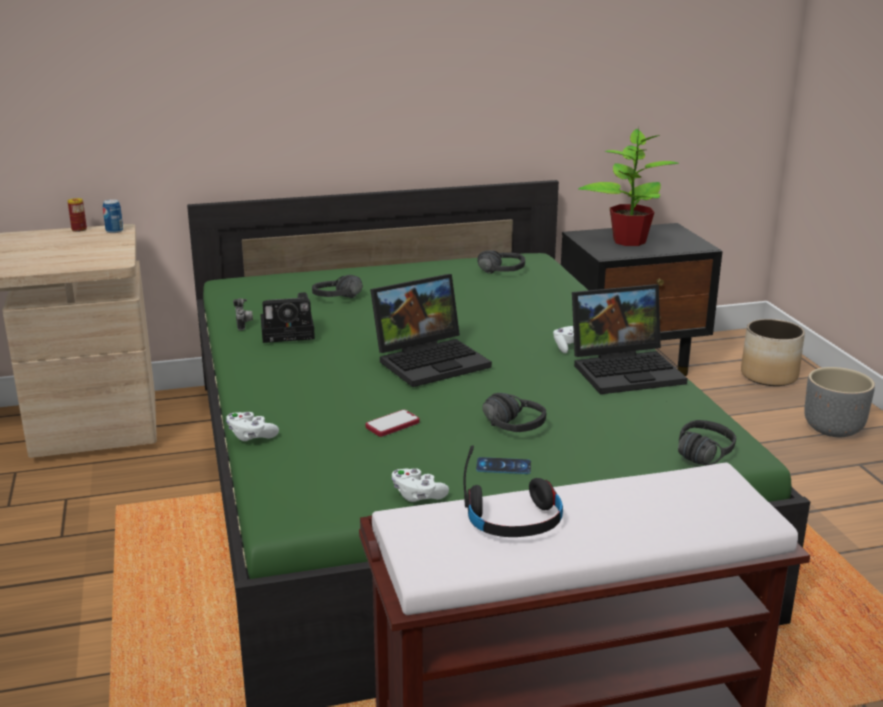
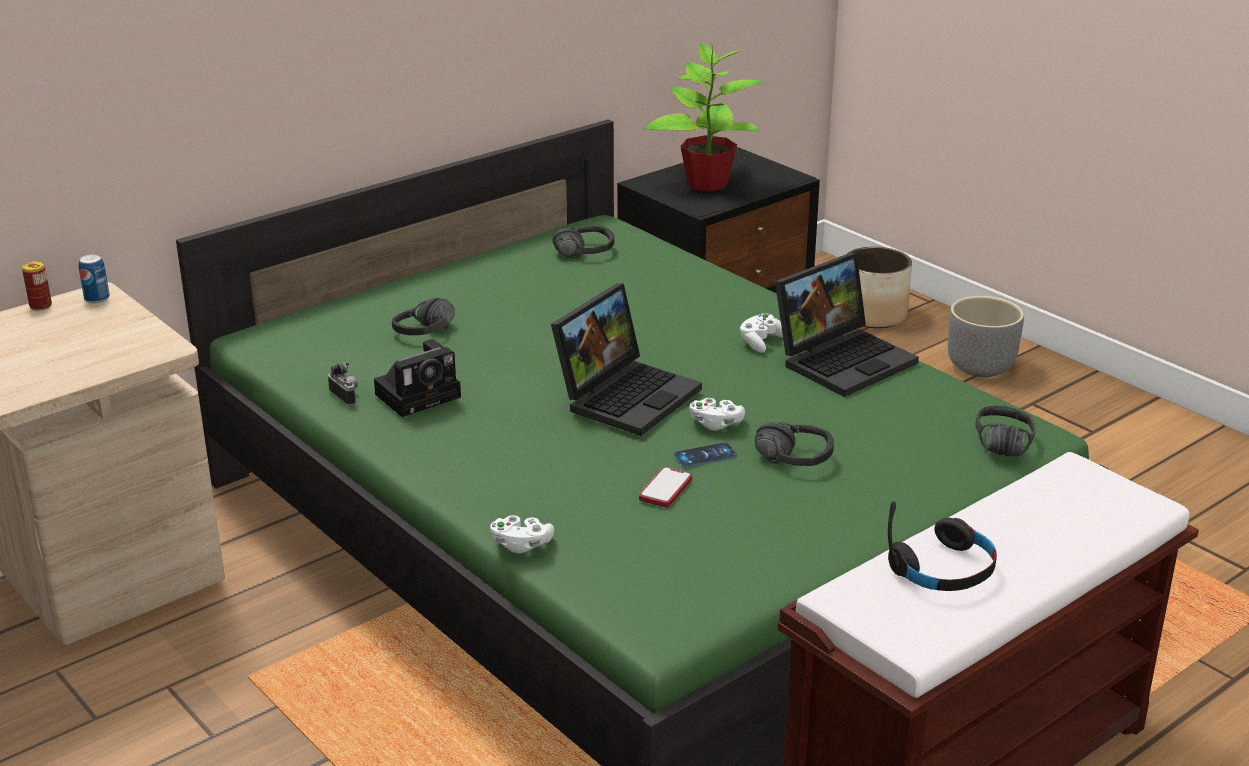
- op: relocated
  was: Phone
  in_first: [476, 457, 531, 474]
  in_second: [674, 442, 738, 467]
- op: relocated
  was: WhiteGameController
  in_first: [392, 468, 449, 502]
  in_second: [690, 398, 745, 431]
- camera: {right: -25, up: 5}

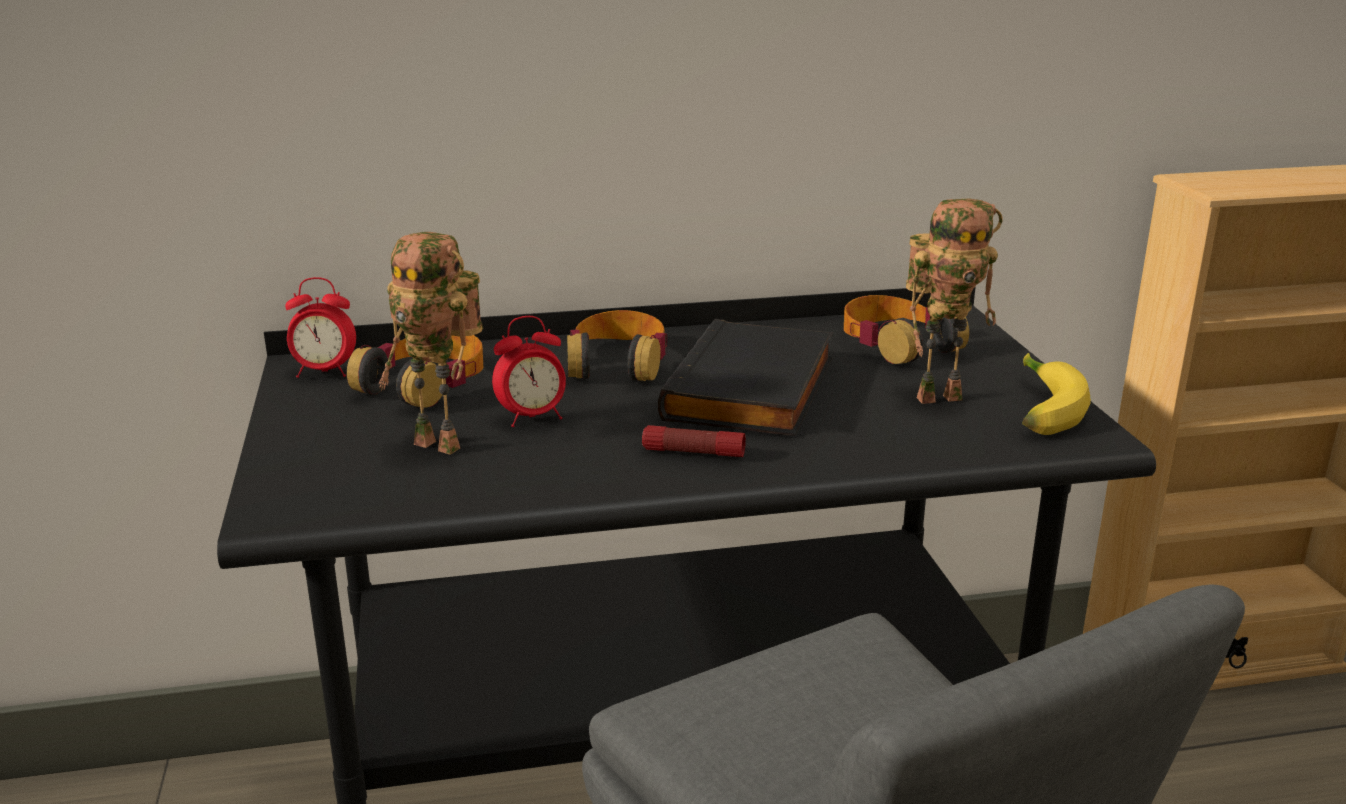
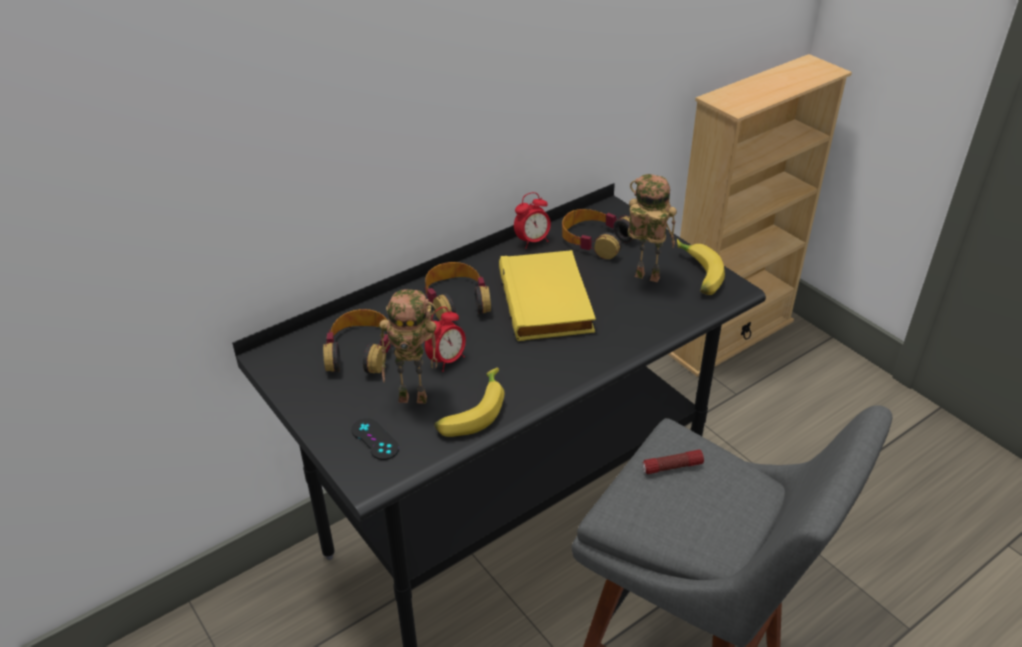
- op: spun
  was: ToyRobot
  in_first: [906, 199, 1003, 404]
  in_second: [628, 174, 677, 282]
  clockwise: -120
- op: relocated
  was: AlarmClock
  in_first: [285, 277, 356, 378]
  in_second: [514, 192, 551, 249]
- op: colour
  was: BlackBook
  now: YellowBook
  in_first: [658, 319, 834, 436]
  in_second: [499, 250, 596, 341]
- op: relocated
  was: Flashlight
  in_first: [642, 425, 746, 457]
  in_second: [642, 449, 704, 474]
- op: appeared
  now: Banana
  in_second: [434, 368, 504, 437]
- op: appeared
  now: BlackGameController
  in_second: [351, 418, 399, 460]
- camera: {right: -25, up: 15}

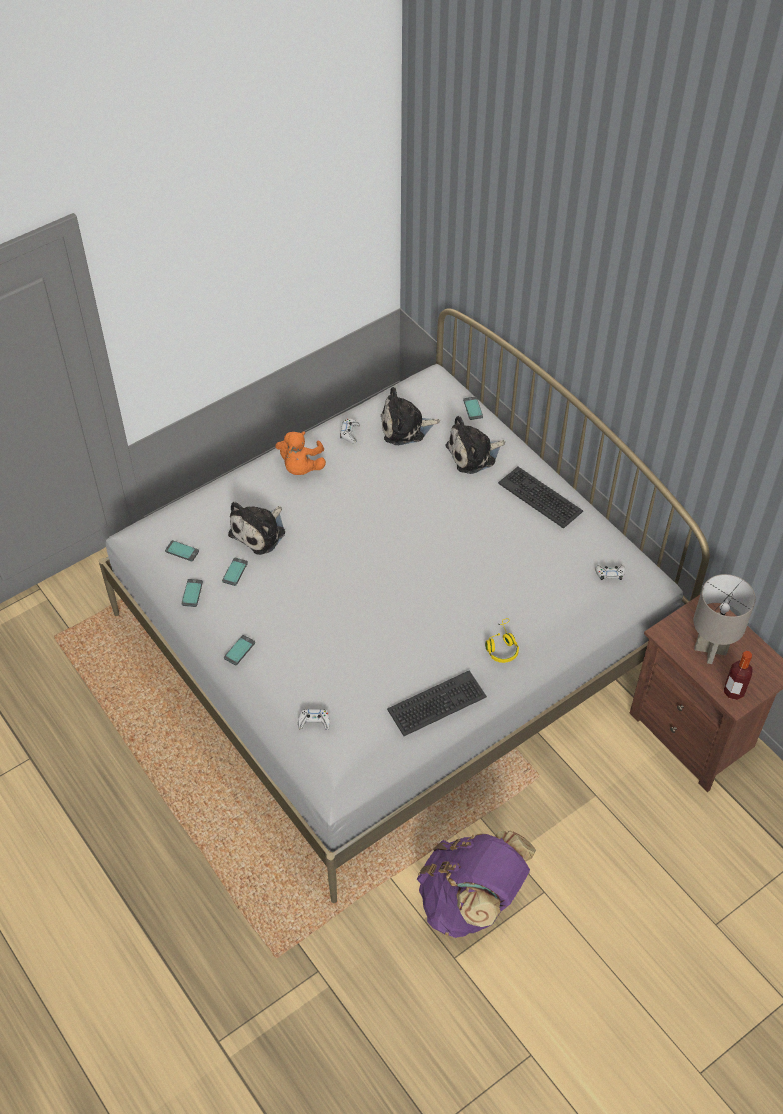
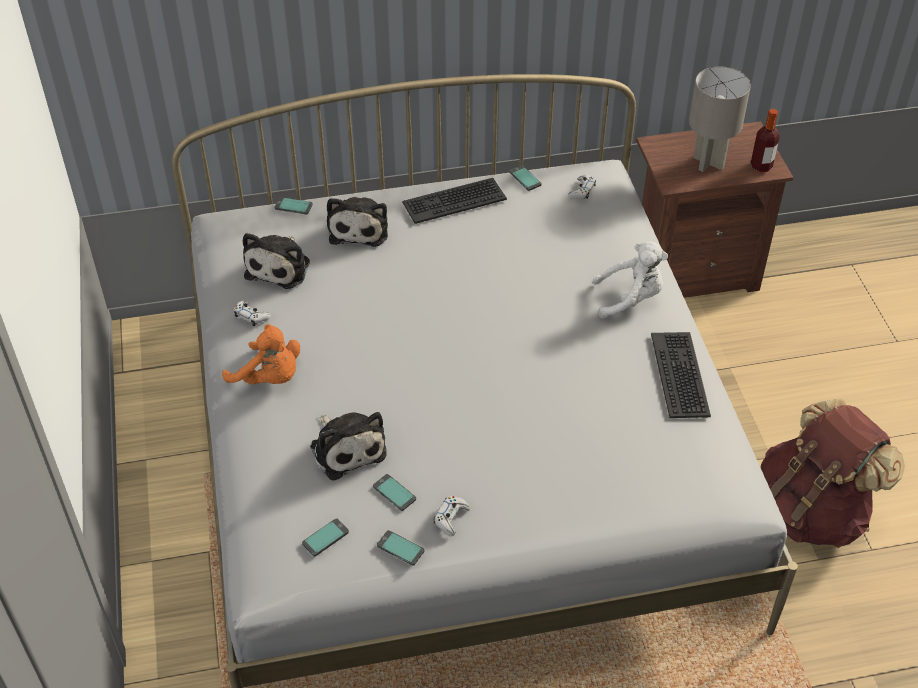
- op: exchanged
  was: YellowHeadphones
  now: WhitePlushToy
  in_first: [485, 618, 519, 663]
  in_second: [592, 241, 668, 319]
- op: relocated
  was: Phone
  in_first: [224, 635, 255, 665]
  in_second: [510, 165, 542, 191]
- op: relocated
  was: WhiteGameController
  in_first: [298, 709, 330, 730]
  in_second: [433, 496, 470, 536]
- op: colour
  was: PurpleBackpack
  now: BrownBackpack
  in_first: [417, 831, 536, 938]
  in_second: [761, 398, 905, 548]
- camera: {right: -65, up: -5}

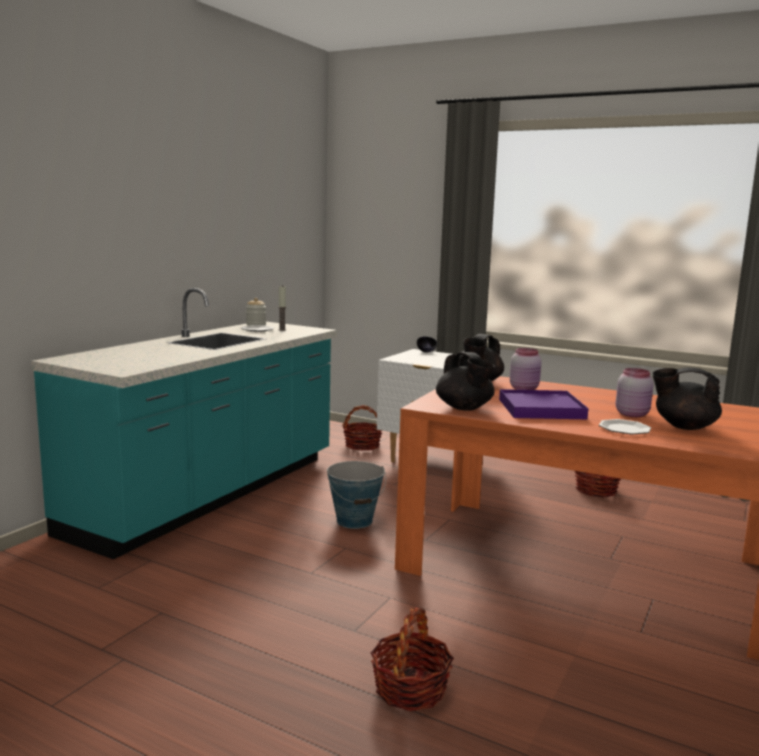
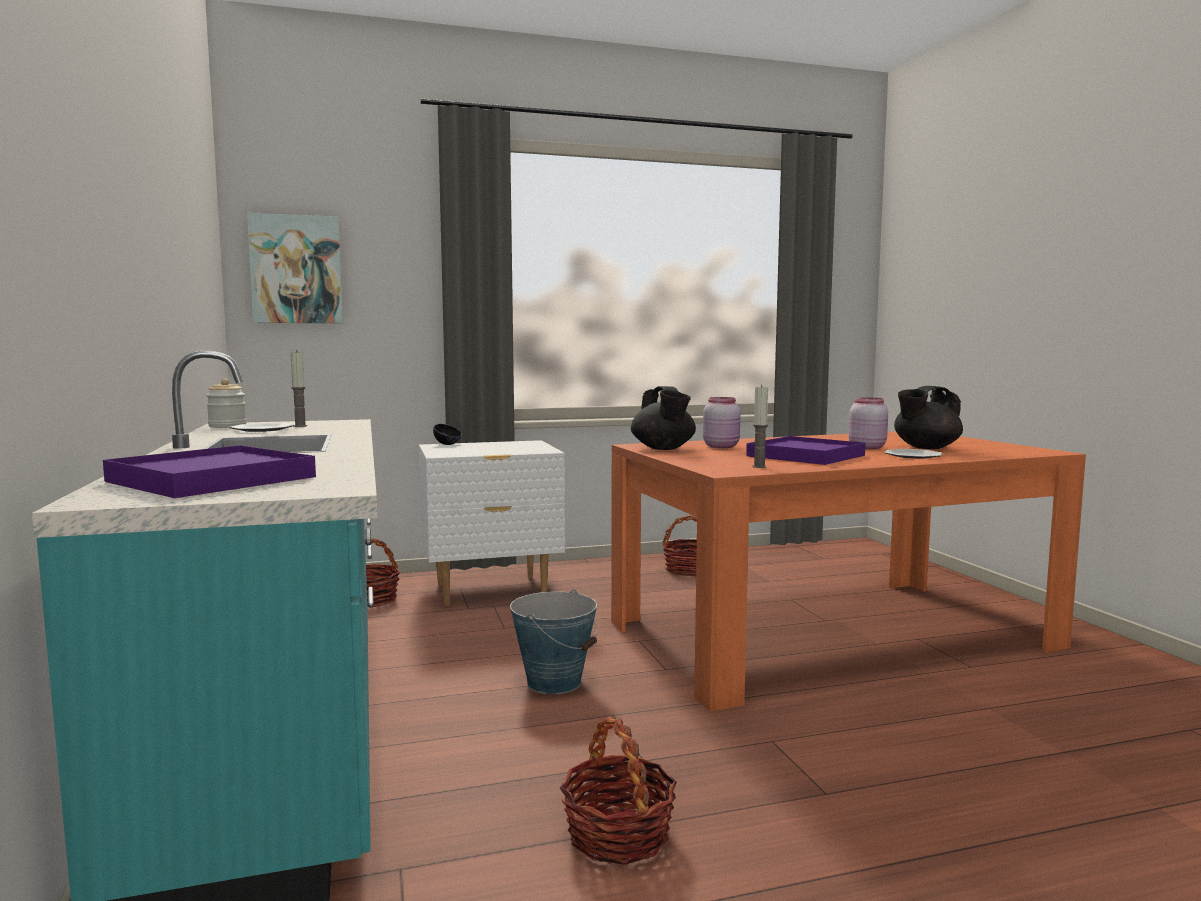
- op: exchanged
  was: BlackTeapot
  now: Candle
  in_first: [436, 352, 495, 411]
  in_second: [752, 385, 768, 468]
- op: relocated
  was: Basket
  in_first: [371, 607, 454, 711]
  in_second: [560, 716, 677, 865]
- op: appeared
  now: Picture
  in_second: [247, 213, 343, 323]
- op: appeared
  now: PurpleTray
  in_second: [103, 445, 316, 498]
- camera: {right: -45, up: -5}

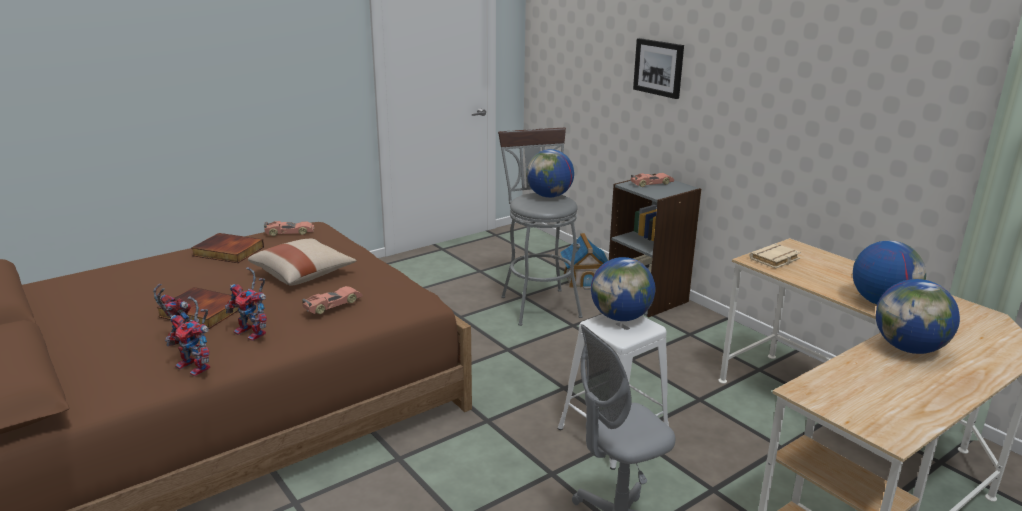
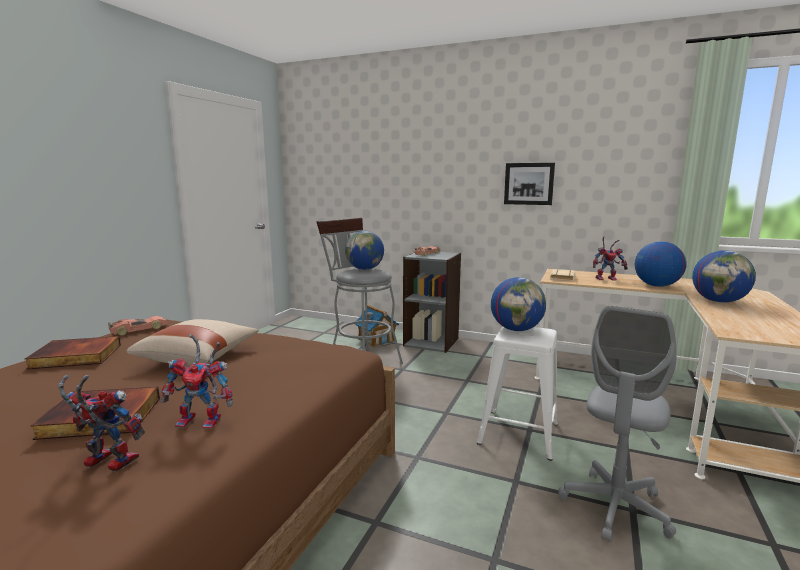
- op: relocated
  was: Picture
  in_first: [633, 38, 684, 99]
  in_second: [504, 163, 555, 205]
- op: missing
  was: ToyCar
  in_first: [302, 286, 363, 314]
- op: relocated
  was: ToyRobot
  in_first: [165, 296, 210, 376]
  in_second: [593, 237, 628, 281]
- camera: {right: -30, up: -10}

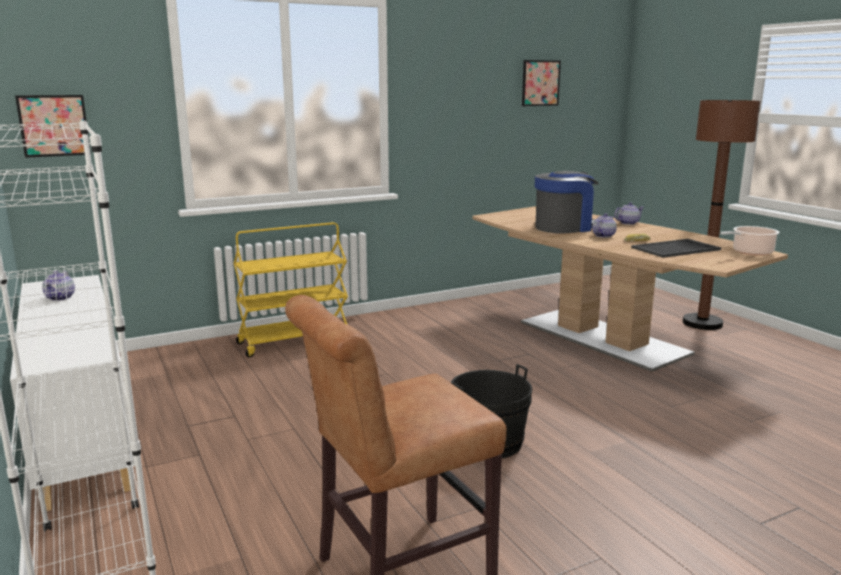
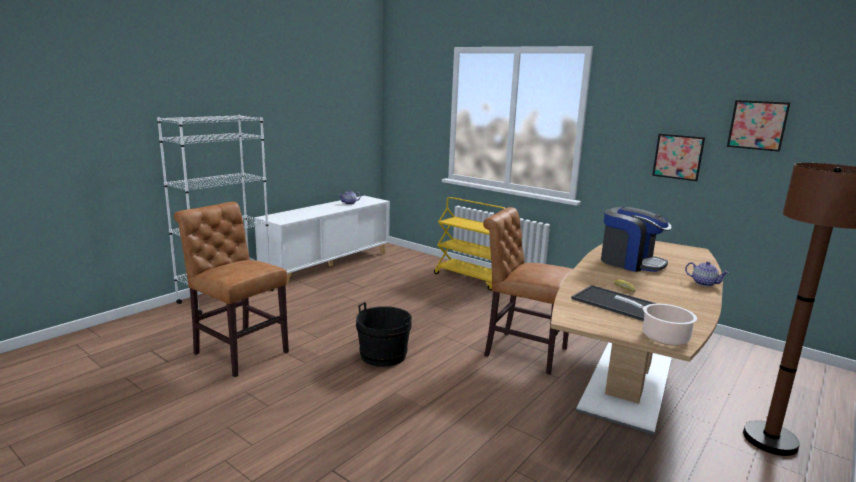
- op: relocated
  was: Picture
  in_first: [15, 95, 91, 158]
  in_second: [652, 133, 705, 181]
- op: missing
  was: Teapot
  in_first: [592, 213, 617, 238]
- op: appeared
  now: BrownChair
  in_second: [483, 207, 573, 375]
- camera: {right: 65, up: 0}

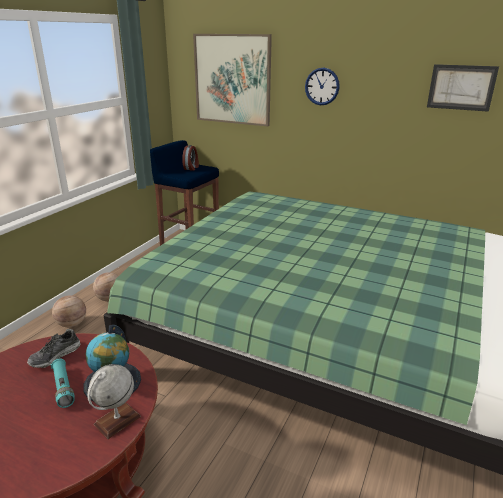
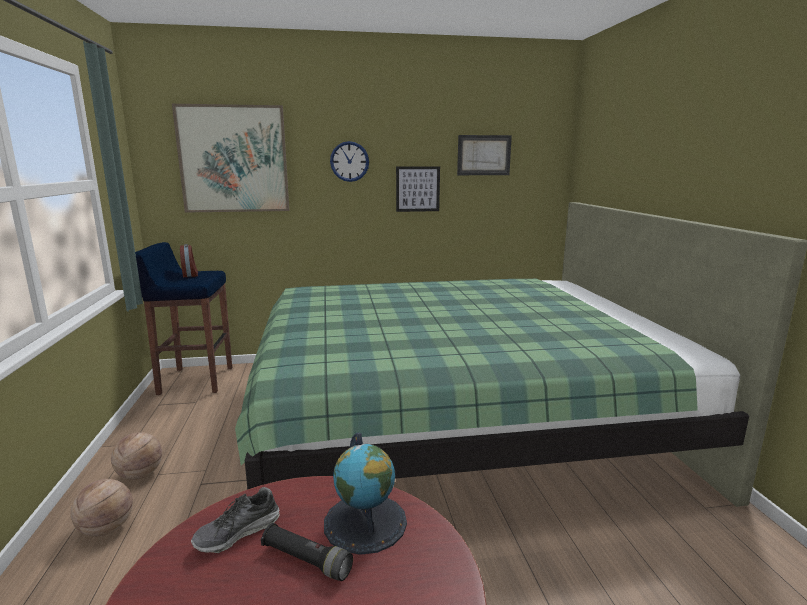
- op: spun
  was: Shoe
  in_first: [27, 329, 80, 368]
  in_second: [191, 487, 279, 553]
  clockwise: 45
- op: colour
  was: TurquoiseFlashlight
  now: BlackFlashlight
  in_first: [50, 359, 75, 408]
  in_second: [261, 523, 353, 581]
- op: missing
  was: Globe
  in_first: [87, 364, 141, 439]
- op: appeared
  now: Picture
  in_second: [396, 166, 440, 212]
- camera: {right: -35, up: -10}

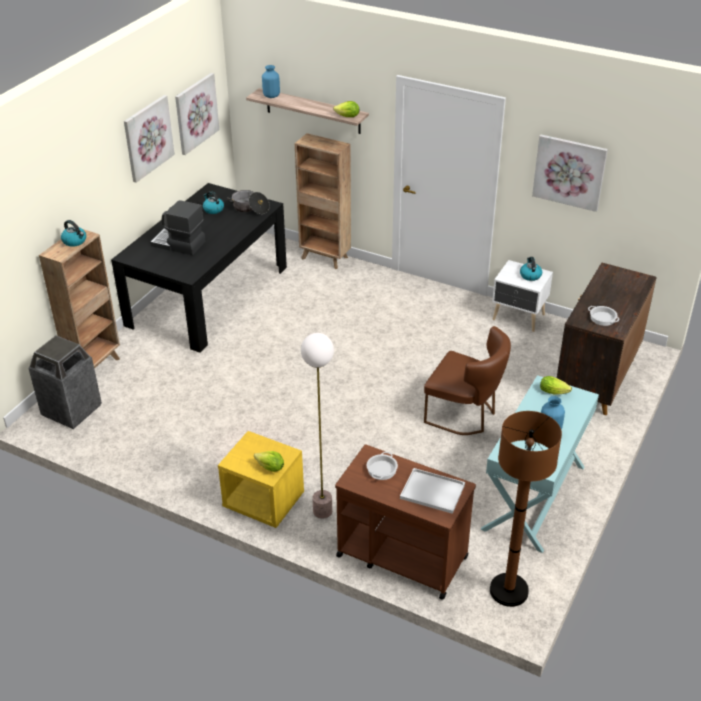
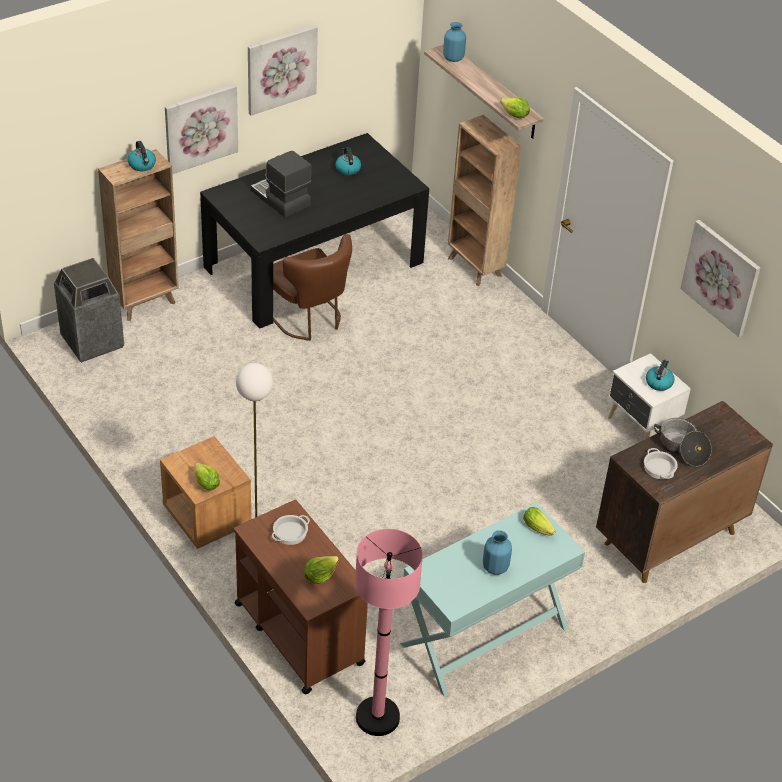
- op: relocated
  was: Picture
  in_first: [175, 73, 219, 155]
  in_second: [165, 84, 238, 174]
- op: relocated
  was: CookingPot
  in_first: [227, 190, 270, 214]
  in_second: [654, 418, 712, 466]
- op: relocated
  was: BrownChair
  in_first: [424, 326, 511, 435]
  in_second: [273, 234, 352, 341]
- op: colour
  was: BrownFloorLamp
  now: PinkFloorLamp
  in_first: [490, 411, 562, 607]
  in_second: [355, 529, 423, 736]
- op: colour
  was: YellowNightstand
  now: BrownNightstand
  in_first: [218, 431, 304, 528]
  in_second: [160, 436, 251, 549]
- op: exchanged
  was: WhiteTray
  now: Lettuce
  in_first: [400, 468, 465, 514]
  in_second: [304, 556, 339, 584]
- camera: {right: 25, up: 5}

